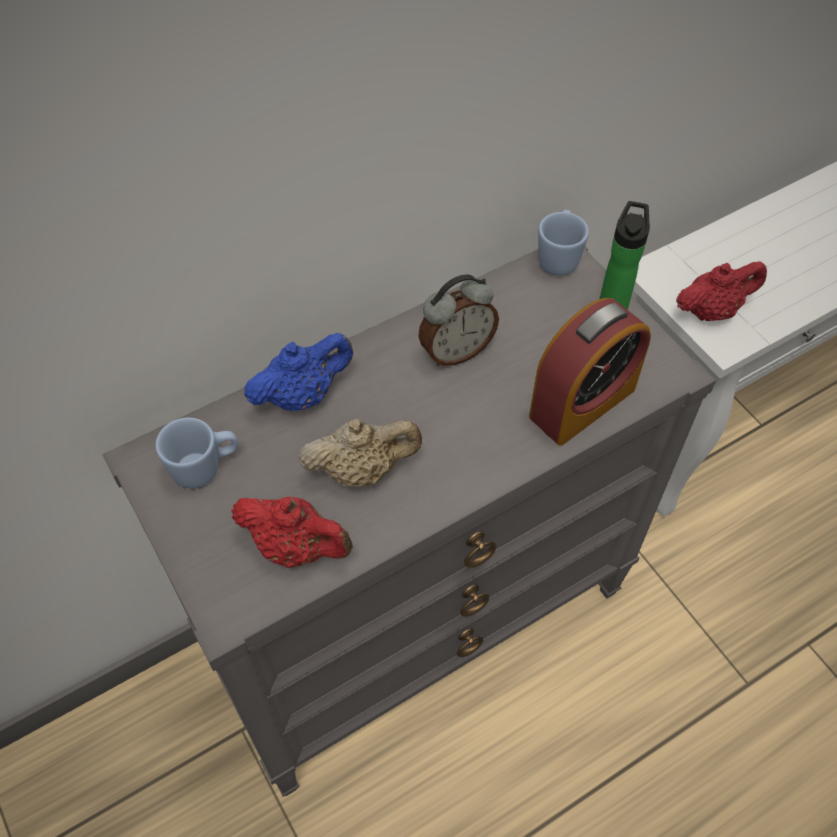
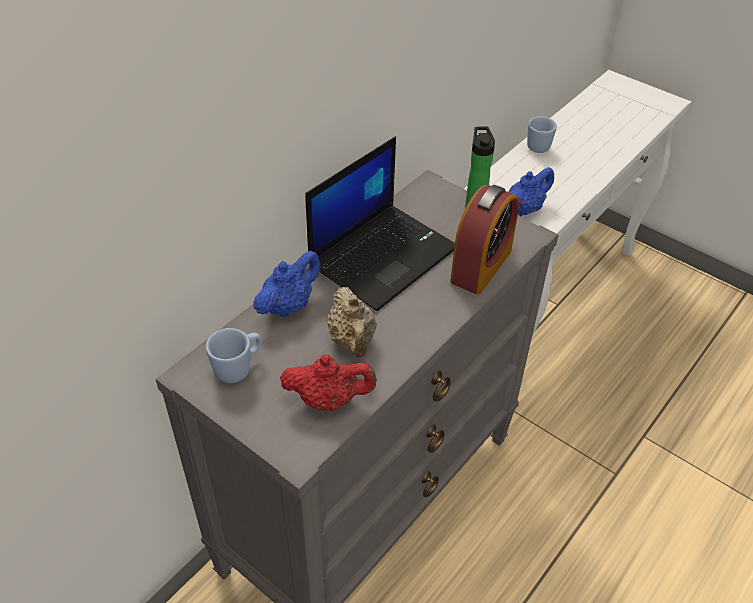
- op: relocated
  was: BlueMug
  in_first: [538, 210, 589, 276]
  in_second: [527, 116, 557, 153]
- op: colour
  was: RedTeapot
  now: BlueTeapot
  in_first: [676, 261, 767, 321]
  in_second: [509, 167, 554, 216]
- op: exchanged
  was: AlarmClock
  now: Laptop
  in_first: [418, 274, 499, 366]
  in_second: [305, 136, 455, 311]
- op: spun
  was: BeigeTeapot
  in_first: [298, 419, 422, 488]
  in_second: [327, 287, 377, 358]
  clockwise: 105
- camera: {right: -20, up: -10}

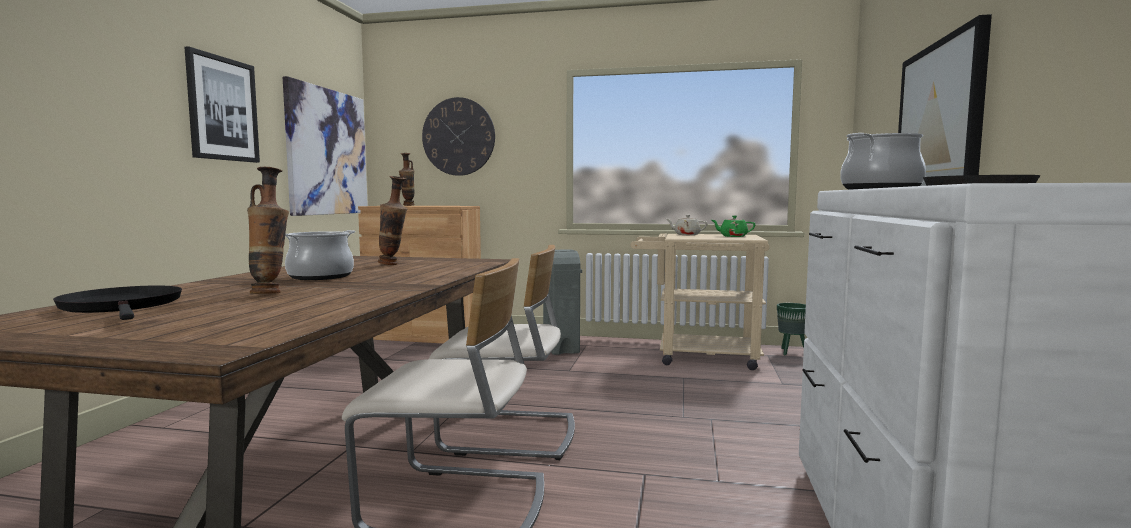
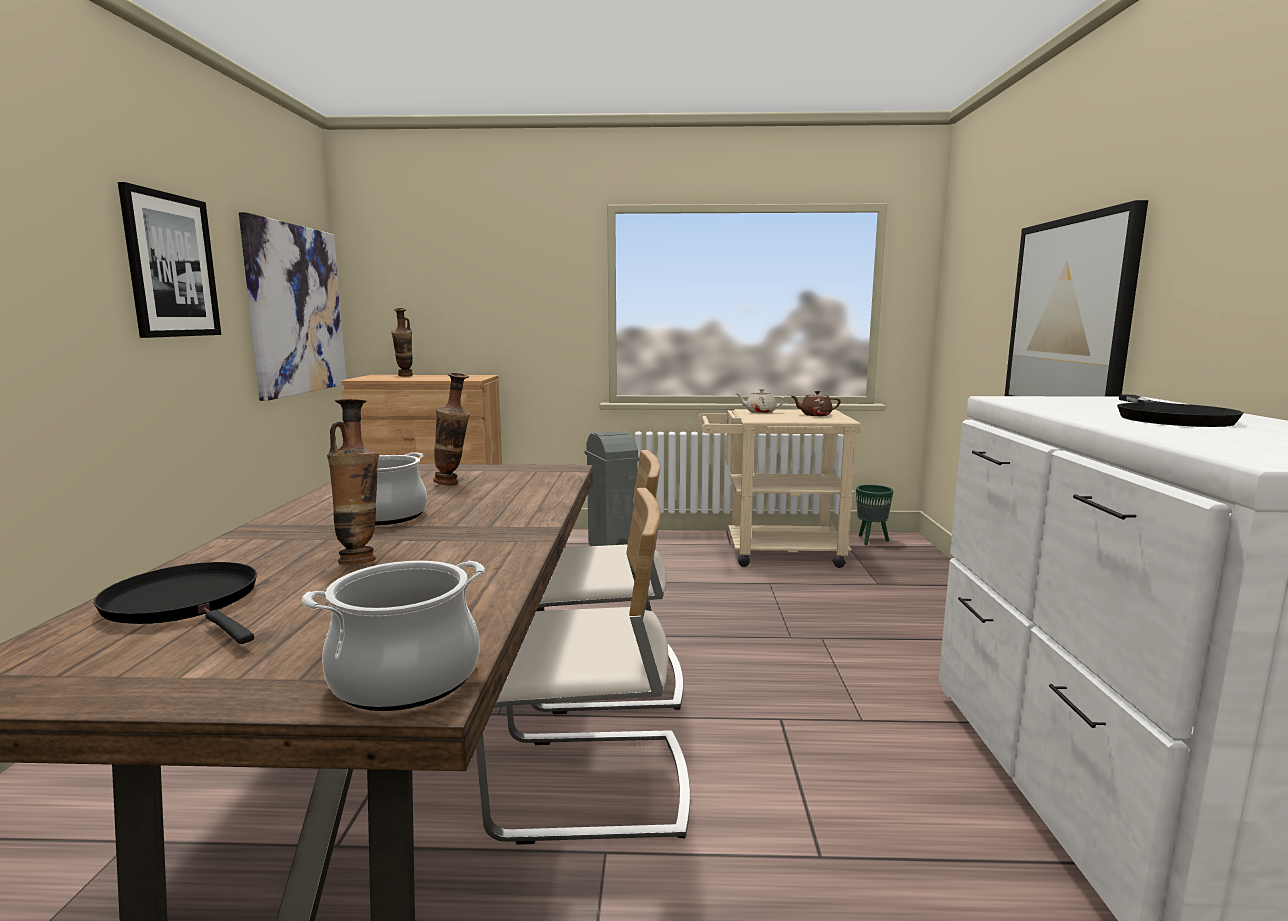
- op: missing
  was: WallClock
  in_first: [422, 97, 495, 176]
- op: relocated
  was: CookingPot
  in_first: [840, 133, 926, 190]
  in_second: [302, 561, 485, 711]
- op: colour
  was: GreenTeapot
  now: BrownTeapot
  in_first: [712, 215, 755, 237]
  in_second: [791, 391, 841, 416]
- camera: {right: -10, up: 5}

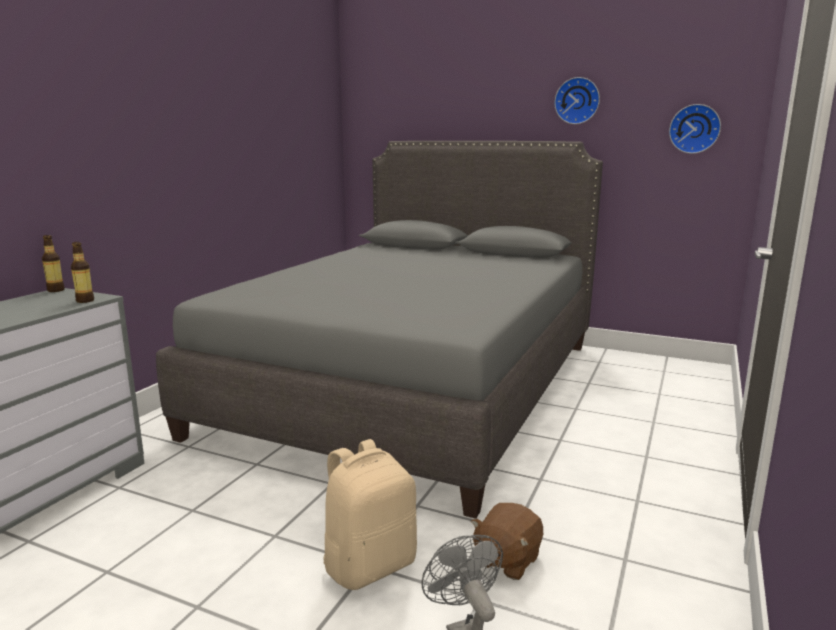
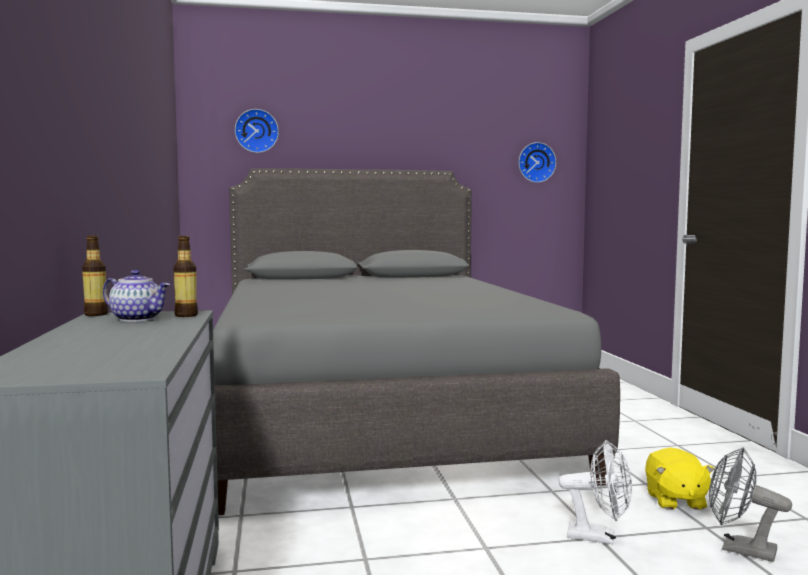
- op: relocated
  was: WallClock
  in_first: [554, 77, 600, 124]
  in_second: [235, 109, 279, 153]
- op: exchanged
  was: BeigeBackpack
  now: WhiteFan
  in_first: [323, 439, 417, 590]
  in_second: [559, 440, 632, 545]
- op: colour
  was: BrownPlushToy
  now: YellowPlushToy
  in_first: [471, 503, 543, 580]
  in_second: [645, 447, 715, 510]
- op: appeared
  now: Teapot
  in_second: [103, 270, 170, 322]
- camera: {right: -35, up: -10}

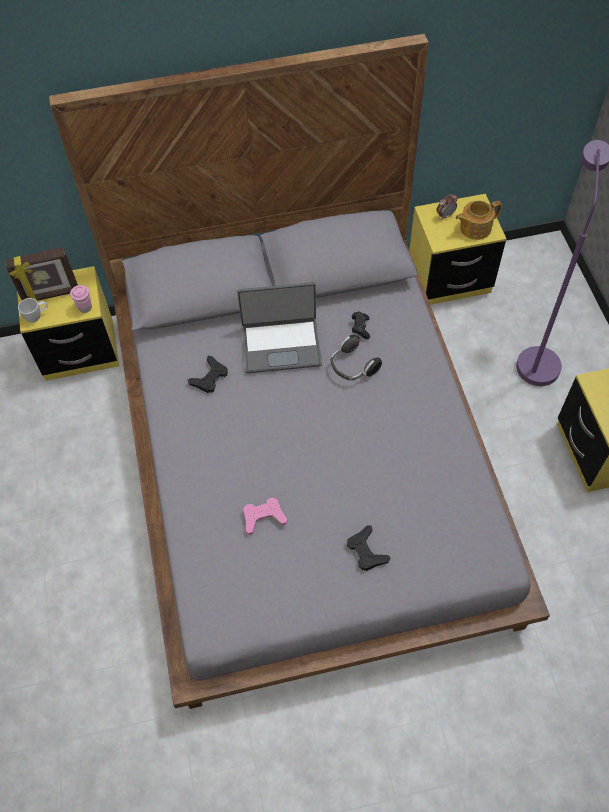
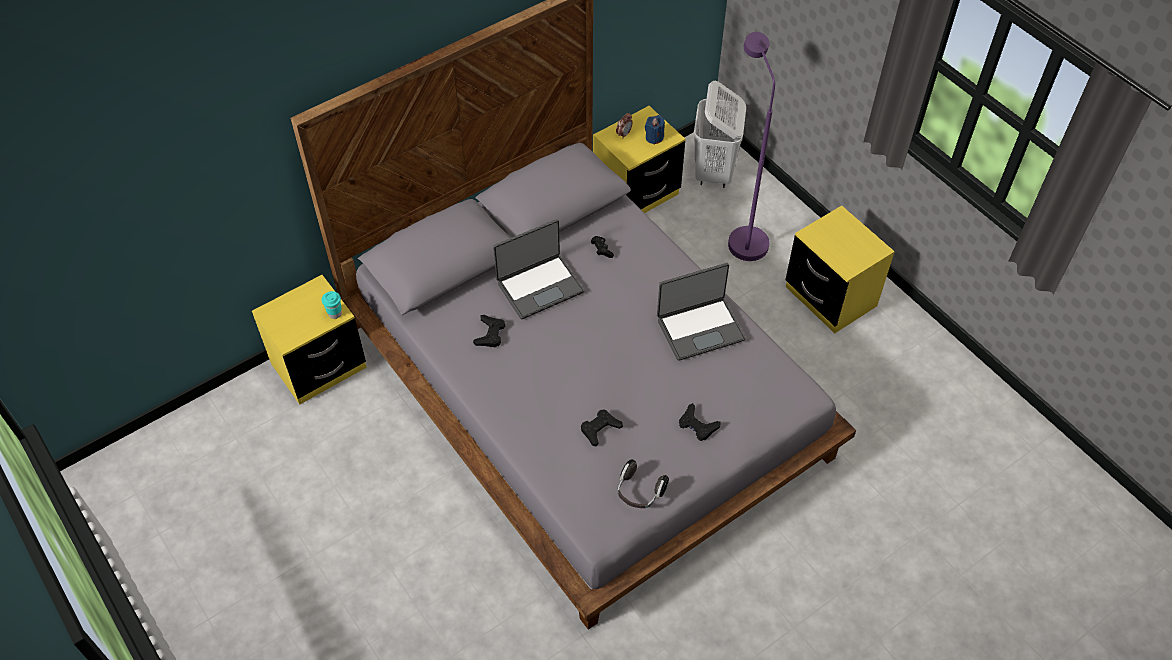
- op: exchanged
  was: Teapot
  now: BlueCandle
  in_first: [456, 200, 502, 240]
  in_second: [645, 115, 665, 145]
- op: missing
  was: PictureFrame
  in_first: [5, 247, 78, 302]
- op: colour
  was: PinkCup
  now: TurquoiseCup
  in_first: [70, 285, 92, 313]
  in_second: [322, 291, 342, 319]
- op: missing
  was: WhiteMug
  in_first: [18, 298, 48, 323]
- op: relocated
  was: Headphones
  in_first: [331, 335, 382, 381]
  in_second: [617, 460, 669, 508]
- op: colour
  was: PinkGameController
  now: BlackGameController
  in_first: [244, 498, 288, 535]
  in_second: [581, 409, 623, 446]
- op: appeared
  now: WhiteLaundryBasket
  in_second: [694, 81, 746, 188]
- op: appeared
  now: Laptop
  in_second: [657, 263, 746, 361]
- camera: {right: -25, up: -5}

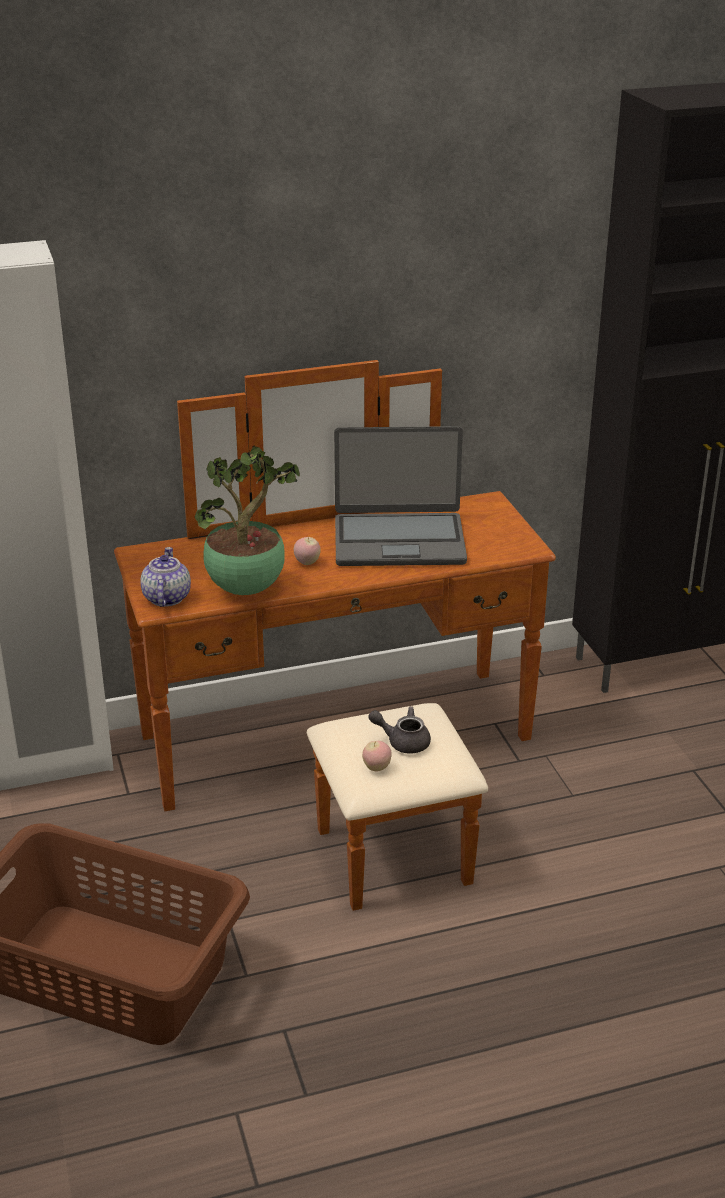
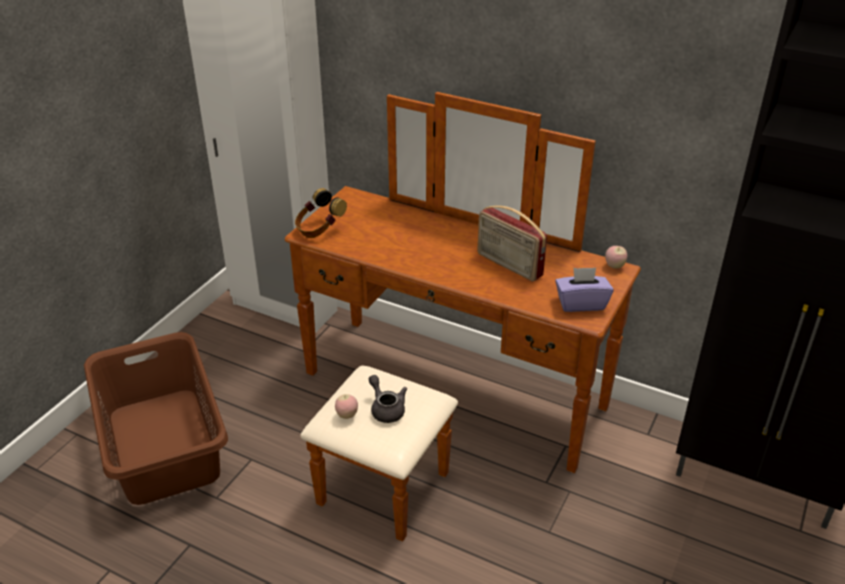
- op: exchanged
  was: Laptop
  now: Radio
  in_first: [334, 426, 467, 566]
  in_second: [477, 205, 547, 281]
- op: missing
  was: PottedPlant
  in_first: [195, 446, 300, 595]
- op: relocated
  was: Apple
  in_first: [294, 537, 321, 565]
  in_second: [605, 246, 627, 269]
- op: exchanged
  was: Teapot
  now: Headphones
  in_first: [140, 547, 191, 607]
  in_second: [295, 188, 347, 238]
- op: appeared
  now: PurpleTissueBox
  in_second: [555, 268, 614, 312]
- camera: {right: 45, up: 5}

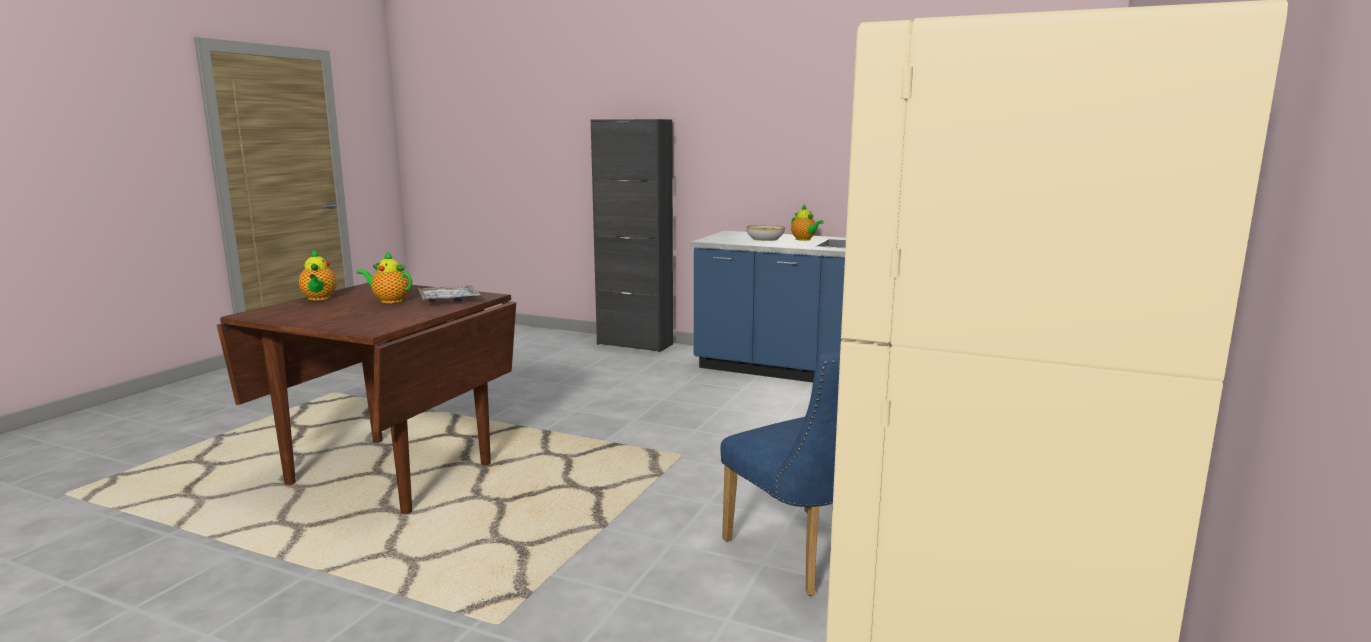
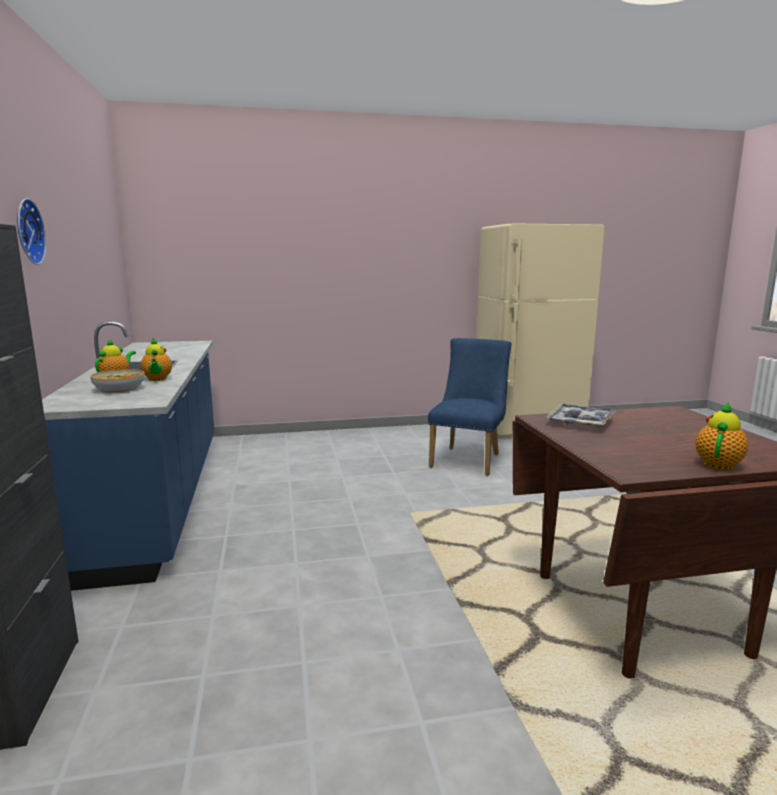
- op: relocated
  was: Teapot
  in_first: [357, 251, 412, 303]
  in_second: [141, 338, 172, 381]
- op: appeared
  now: WallClock
  in_second: [17, 198, 46, 265]
- camera: {right: -125, up: 0}

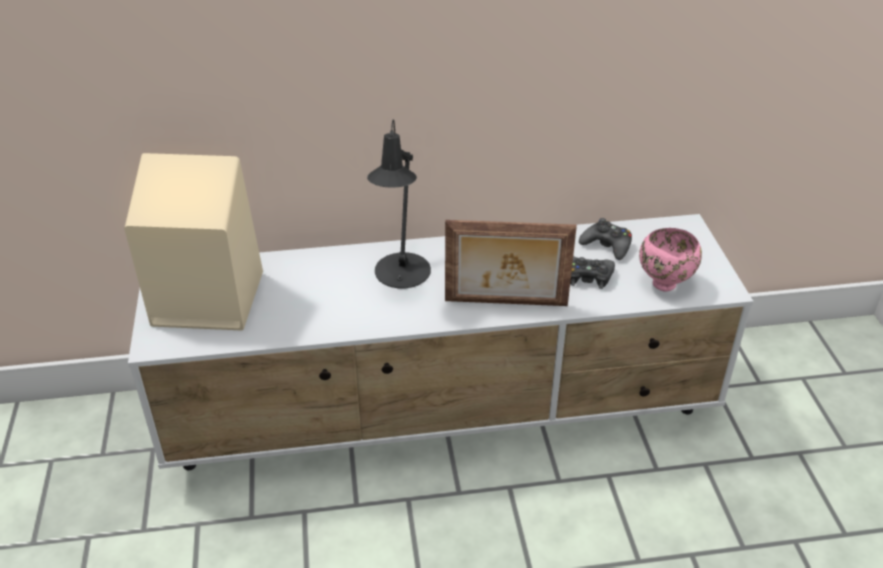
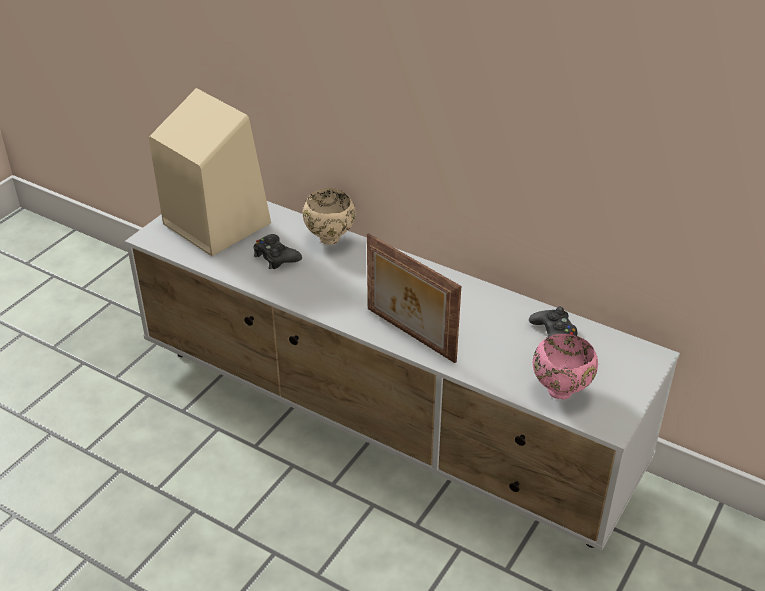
- op: missing
  was: BlackTableLamp
  in_first: [367, 119, 431, 288]
- op: relocated
  was: BlackGameController
  in_first: [570, 256, 615, 289]
  in_second: [253, 234, 302, 269]
- op: appeared
  now: BeigeBowl
  in_second: [303, 188, 356, 245]
- camera: {right: 40, up: 0}

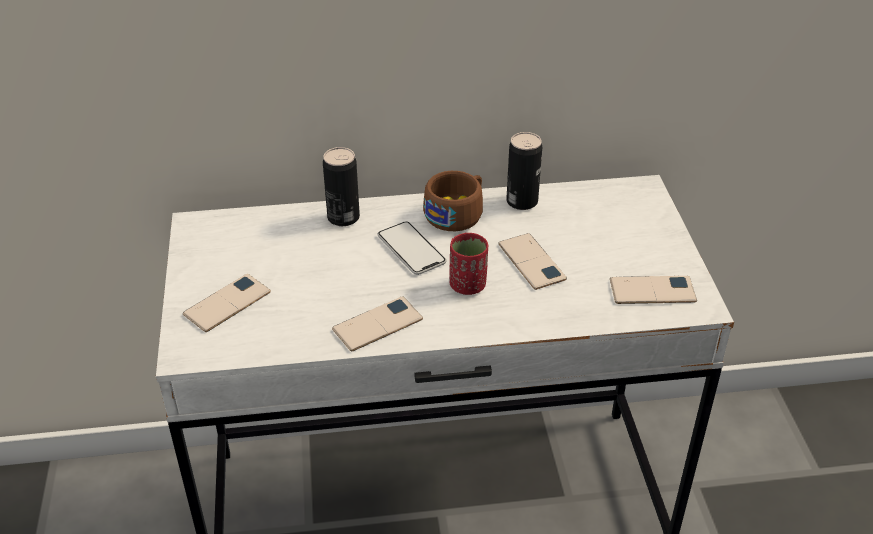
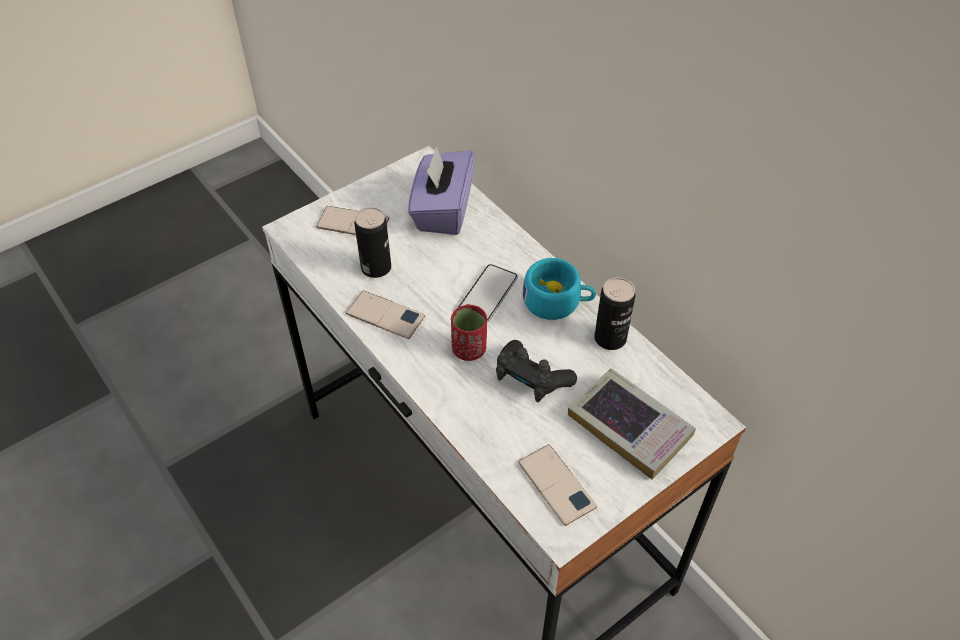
- op: relocated
  was: Can
  in_first: [323, 147, 360, 226]
  in_second: [354, 207, 391, 278]
- op: colour
  was: BrownCup
  now: TurquoiseCup
  in_first: [423, 171, 483, 231]
  in_second: [523, 258, 596, 320]
- op: exchanged
  was: Phone
  now: BlackGameController
  in_first: [499, 233, 567, 290]
  in_second: [496, 340, 577, 402]
- op: appeared
  now: PurpleTissueBox
  in_second: [408, 146, 475, 235]
- op: appeared
  now: Book
  in_second: [568, 368, 696, 479]
- camera: {right: 60, up: 10}

